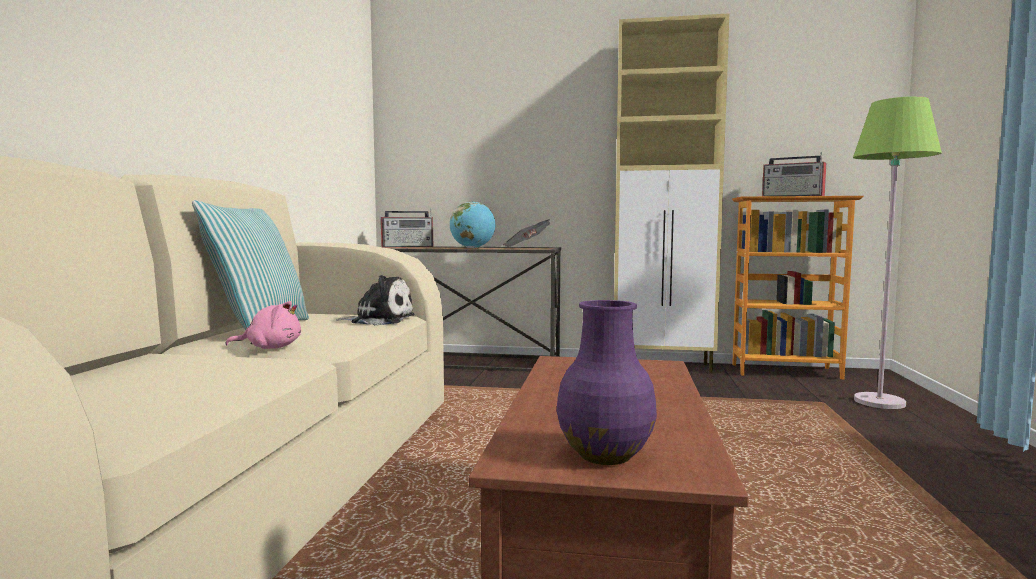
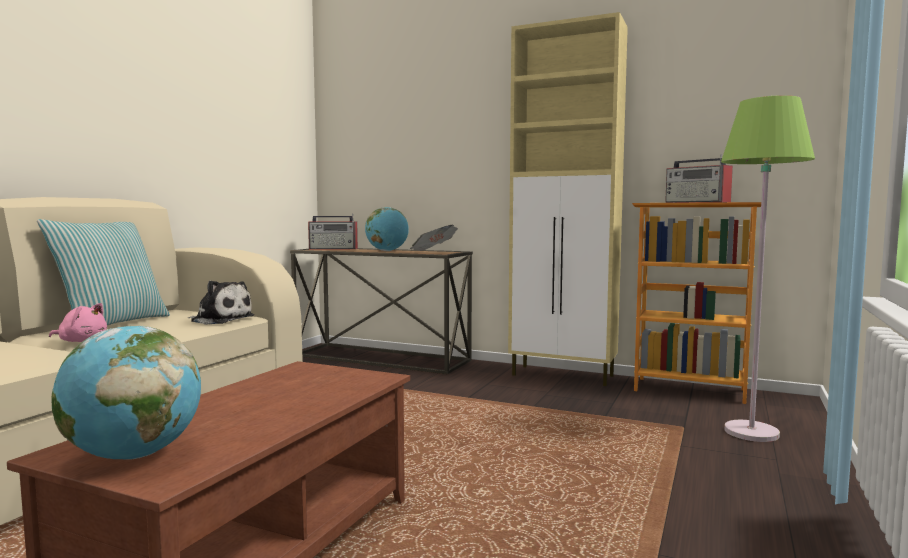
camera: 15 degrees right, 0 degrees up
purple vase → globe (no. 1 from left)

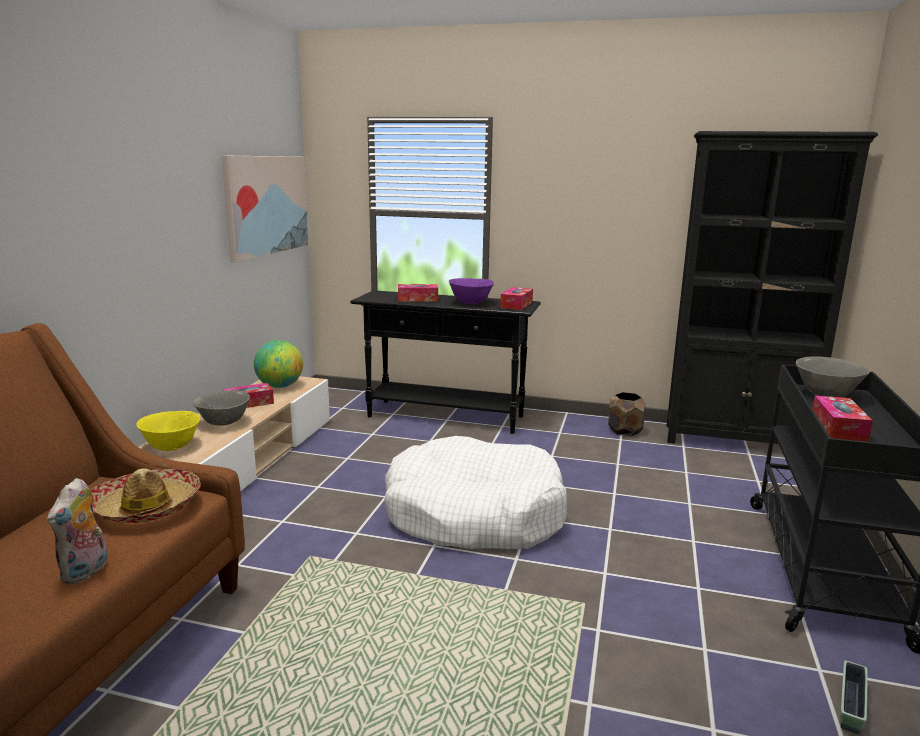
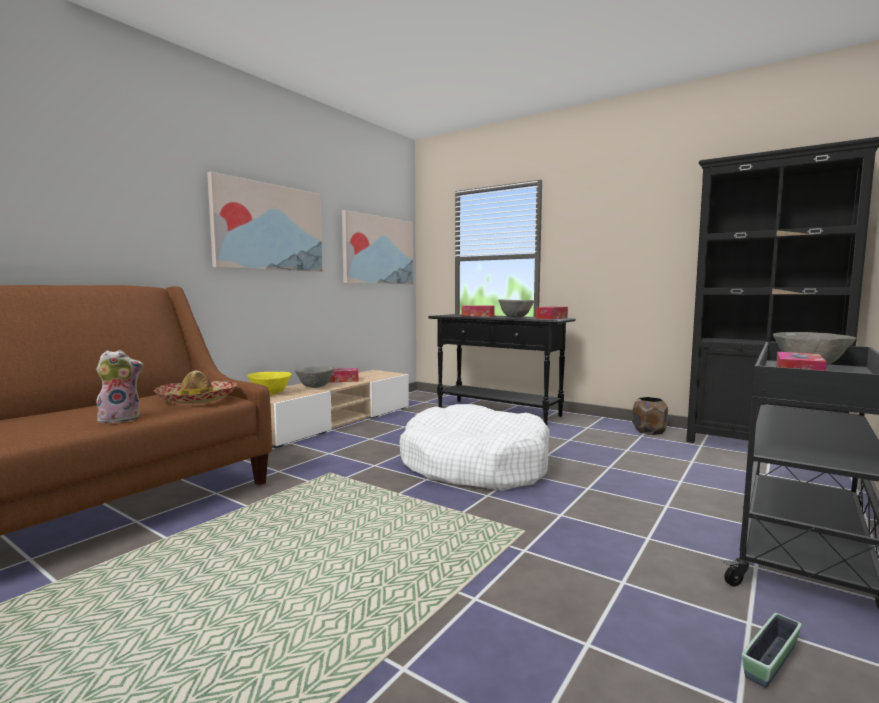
camera: 20 degrees right, 10 degrees down
plush toy, 150 degrees counterclockwise
- → picture (no. 1 from left)
purple bowl → grey bowl (no. 2 from left)
globe → -

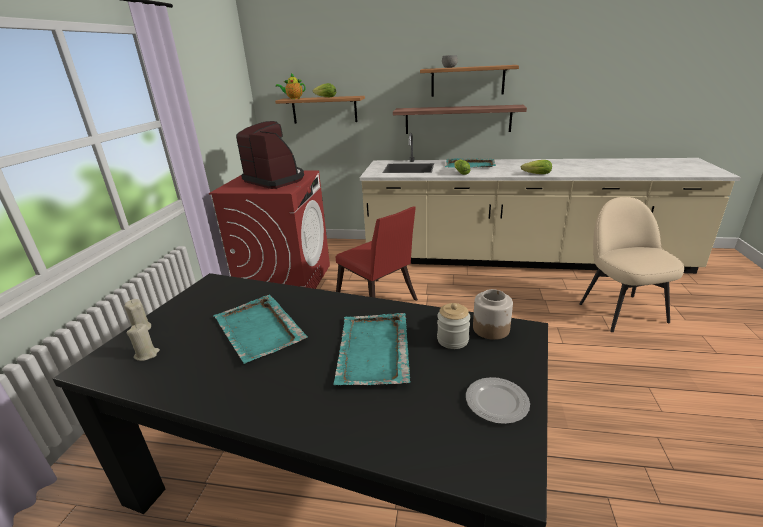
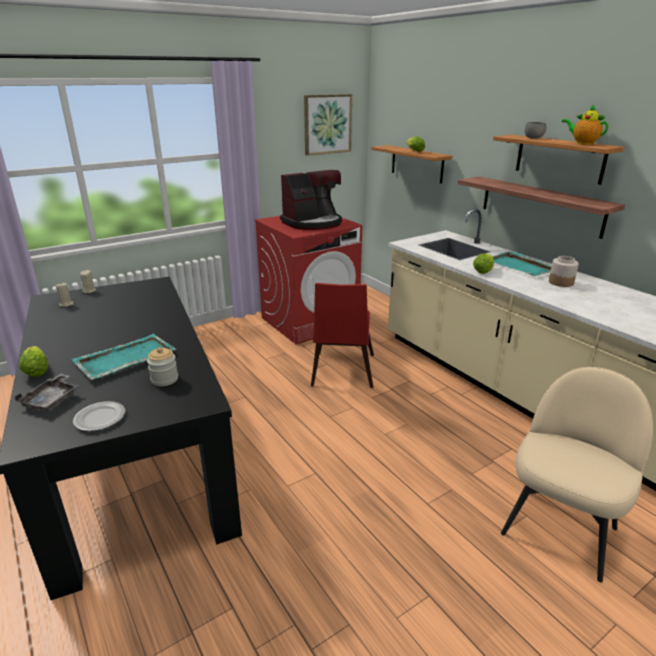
camera: 45 degrees right, 0 degrees up
- → grey tray
lettuce (no. 3 from left in the first image) → lettuce (no. 1 from left), relocated
coffee machine, 60 degrees clockwise
- → picture
jar (no. 2 from left), relocated
teapot, relocated
turquoise tray (no. 1 from left) → -

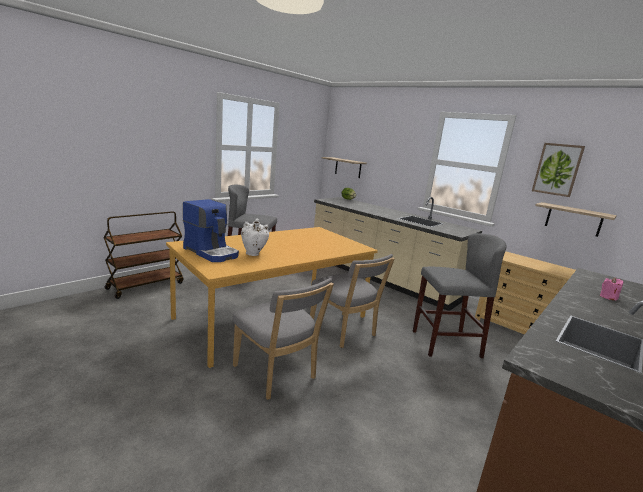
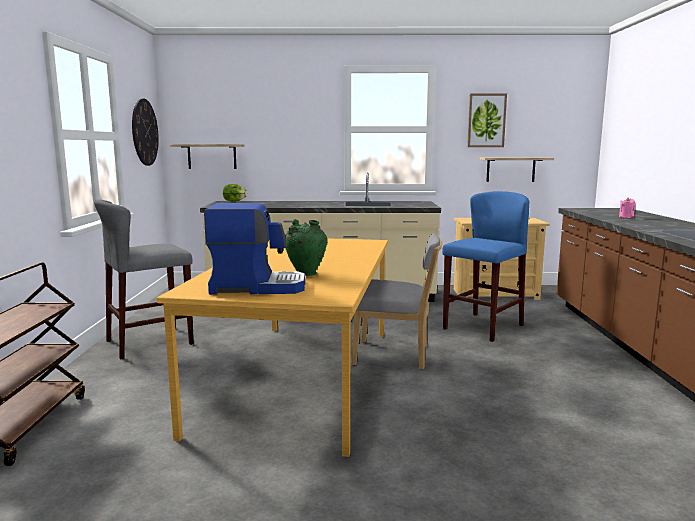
camera: 40 degrees left, 5 degrees down
- → wall clock
white vase → green vase
grey stool (no. 2 from left) → blue stool
grey chair (no. 1 from left) → -

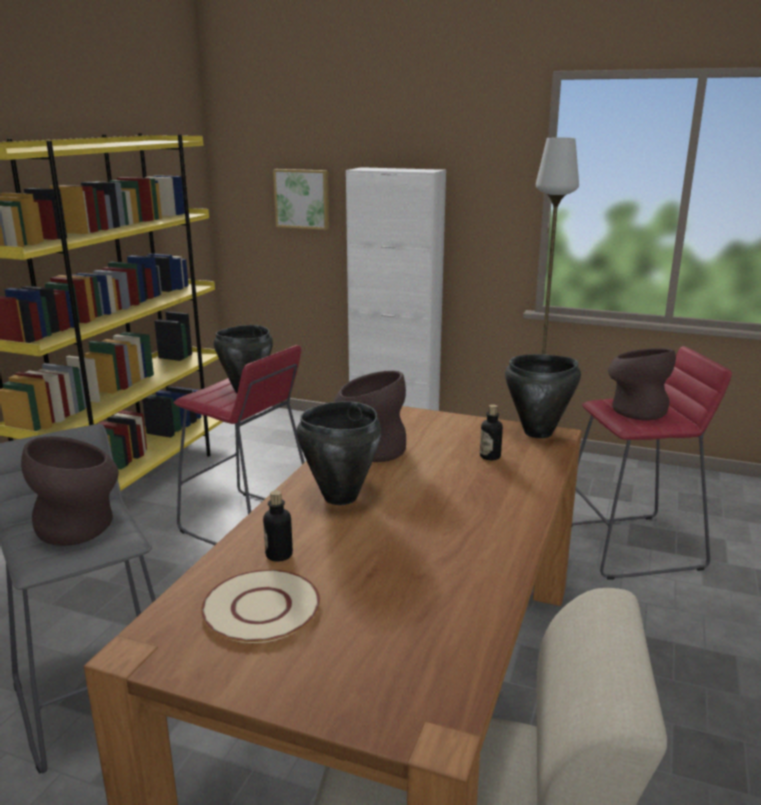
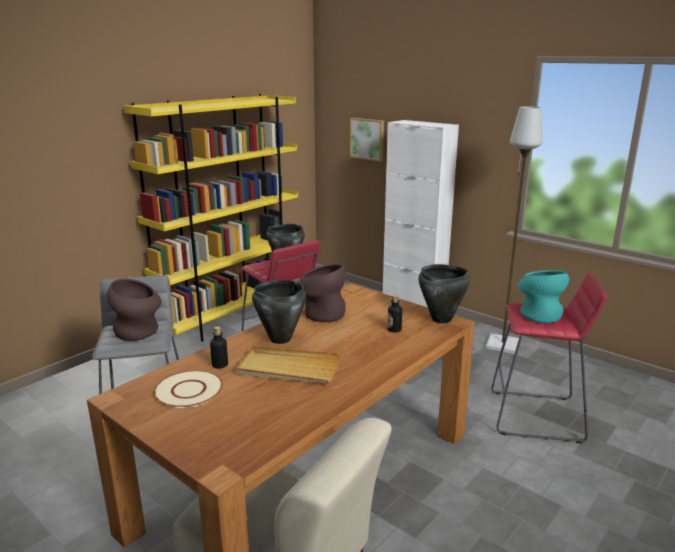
camera: 20 degrees right, 0 degrees up
- → beige tray
brown vase (no. 3 from left) → turquoise vase

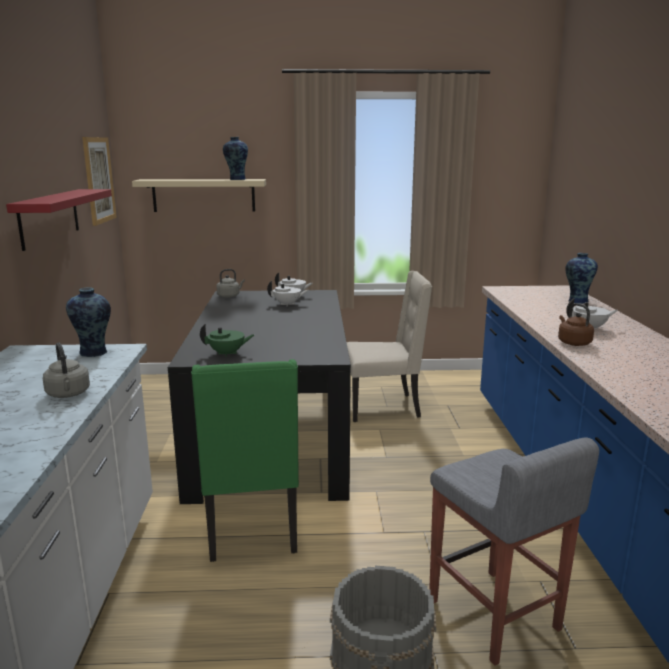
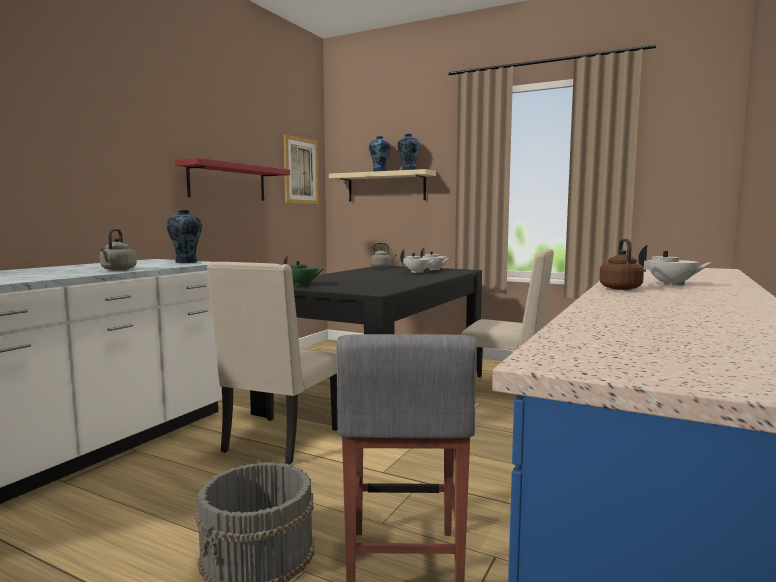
camera: 30 degrees right, 10 degrees down
green chair → beige chair (no. 1 from left)
vase (no. 3 from left in the first image) → vase (no. 2 from left), relocated

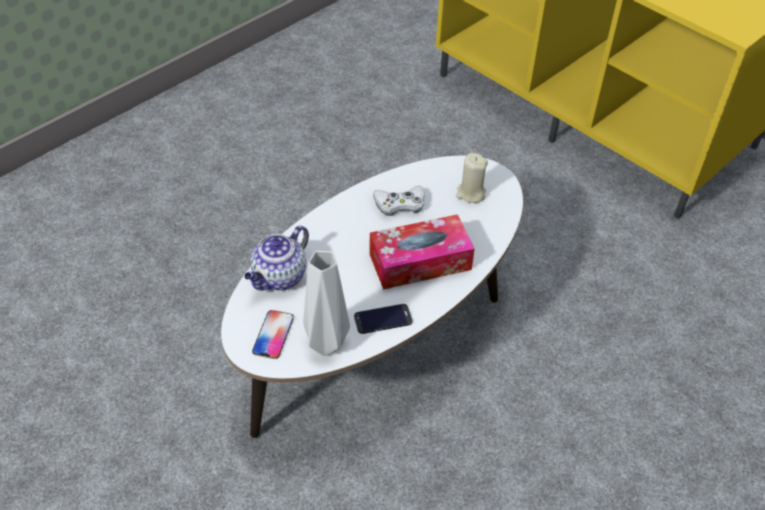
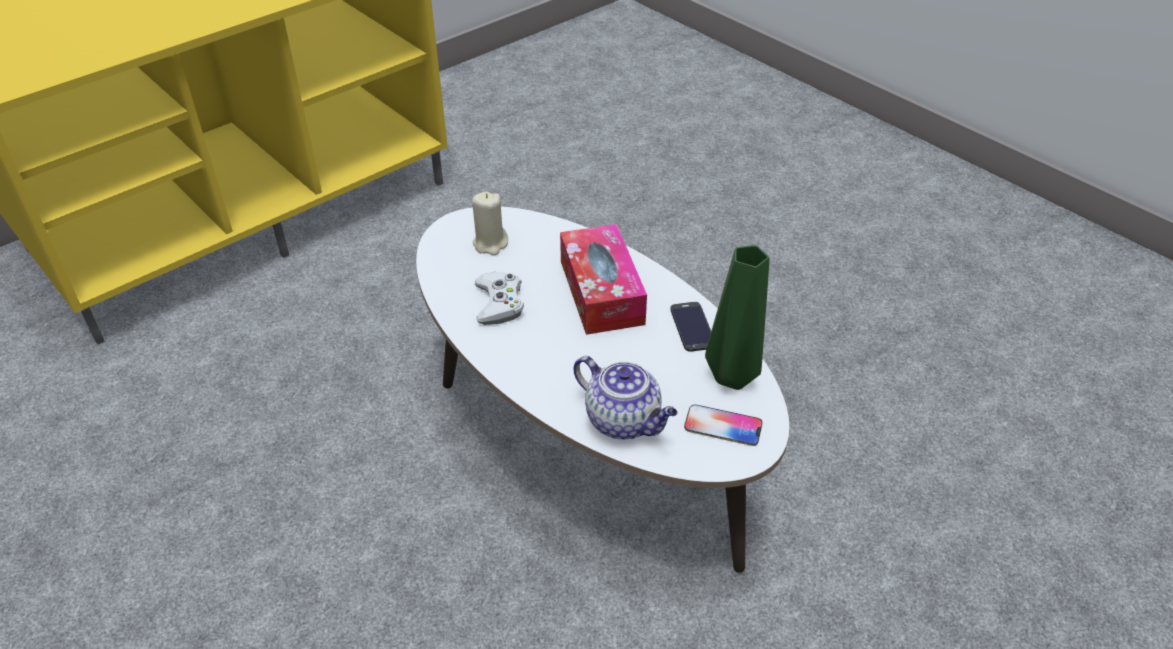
camera: 85 degrees left, 5 degrees down
grey vase → green vase

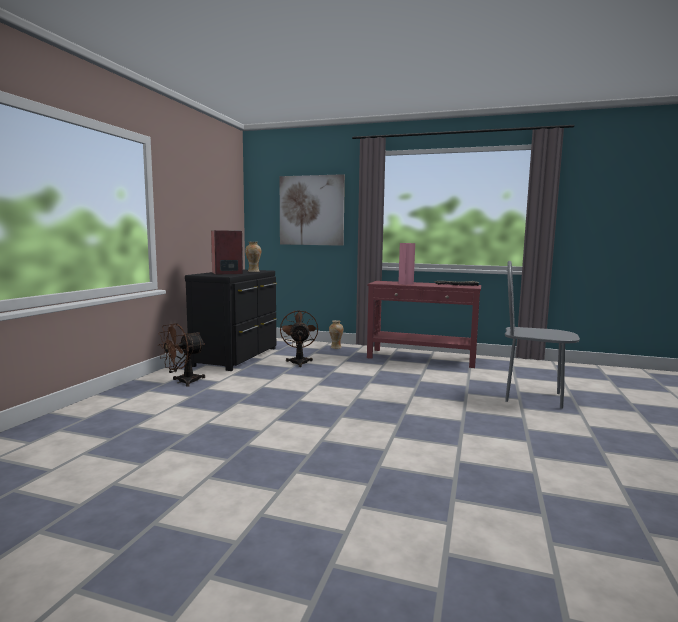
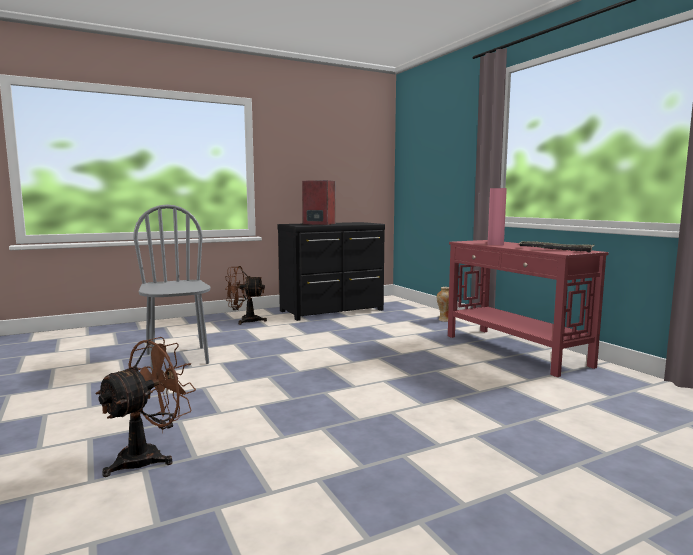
camera: 45 degrees right, 0 degrees up
brown fan (no. 2 from left in the first image) → brown fan (no. 1 from left), relocated
grey chair, relocated
vase (no. 1 from left) → -
picture → -

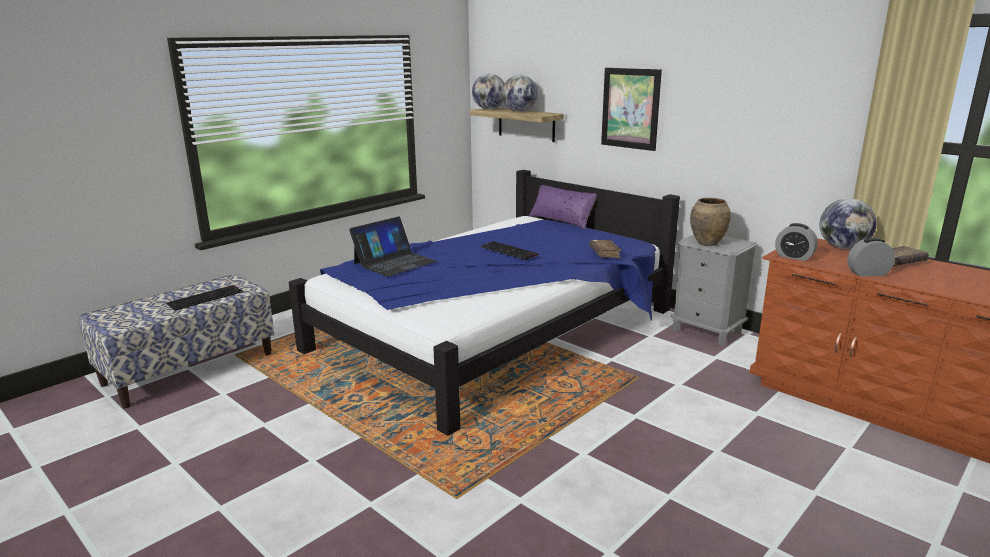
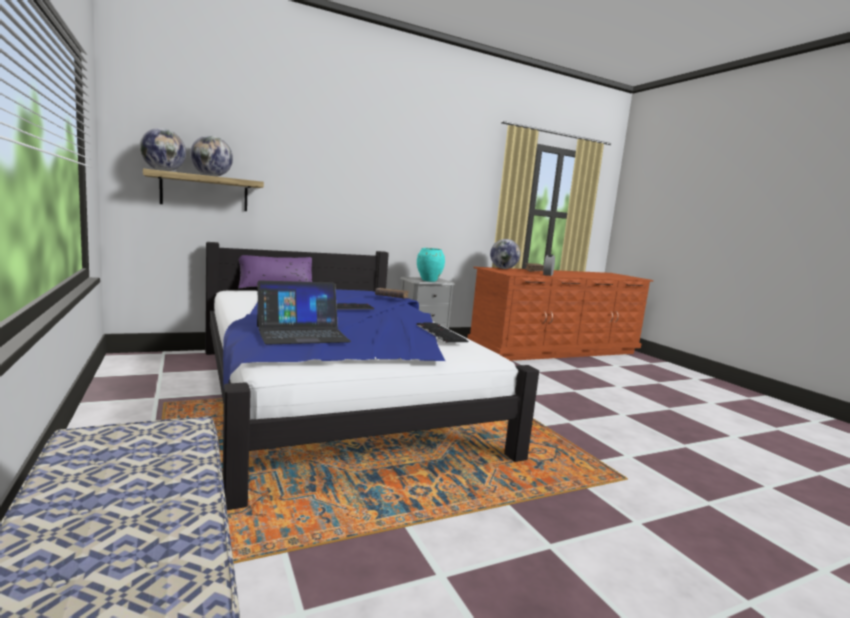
camera: 70 degrees left, 10 degrees down
laptop, 90 degrees clockwise
brown vase → turquoise vase
keyboard (no. 1 from left in the first image) → keyboard (no. 2 from left), relocated
picture → -
alarm clock (no. 1 from left) → -

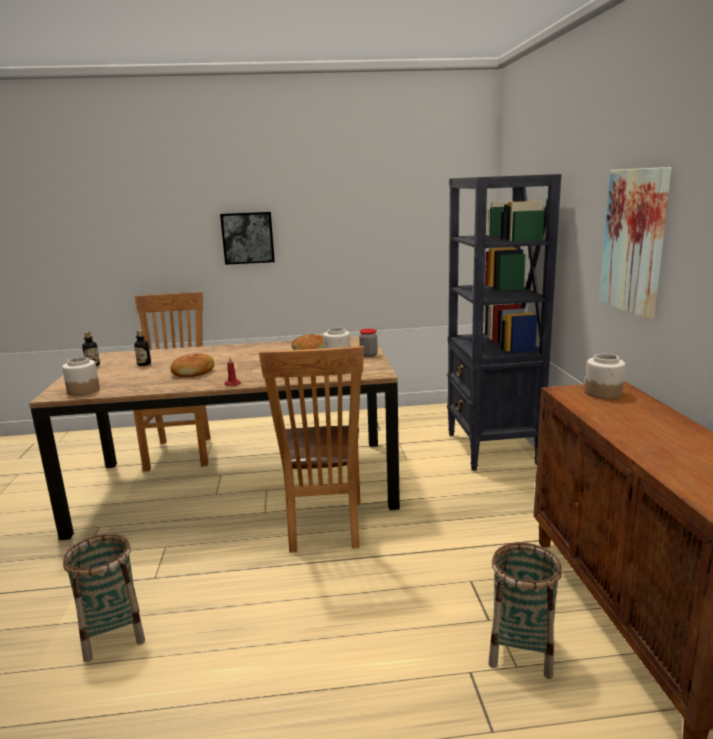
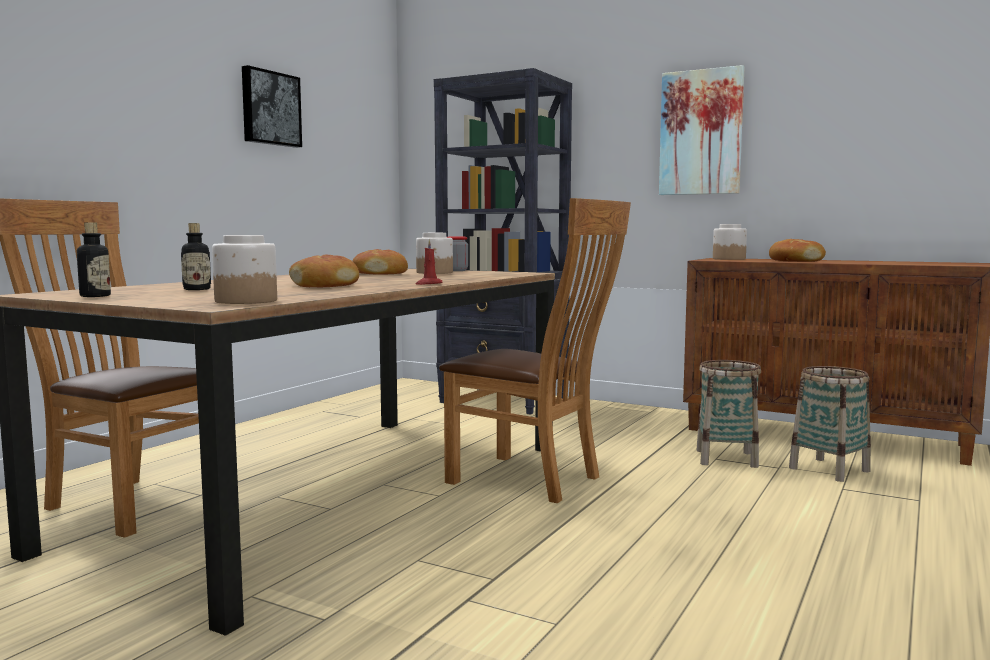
camera: 55 degrees left, 10 degrees down
picture (no. 1 from left), relocated
basket (no. 1 from left), relocated
- → bread (no. 3 from left)

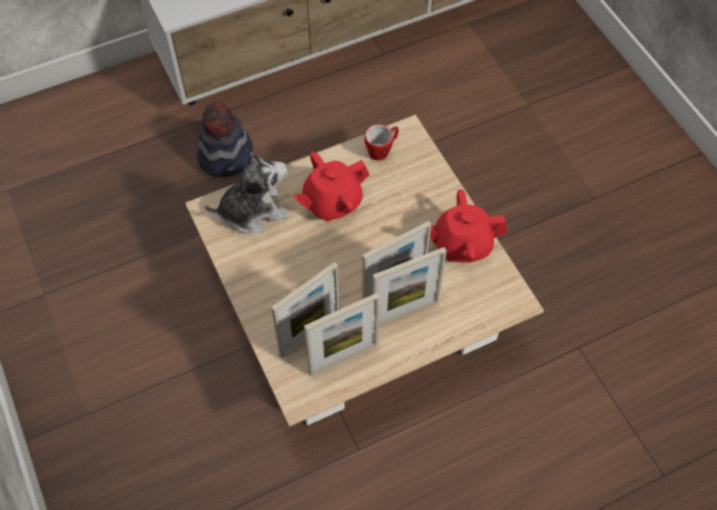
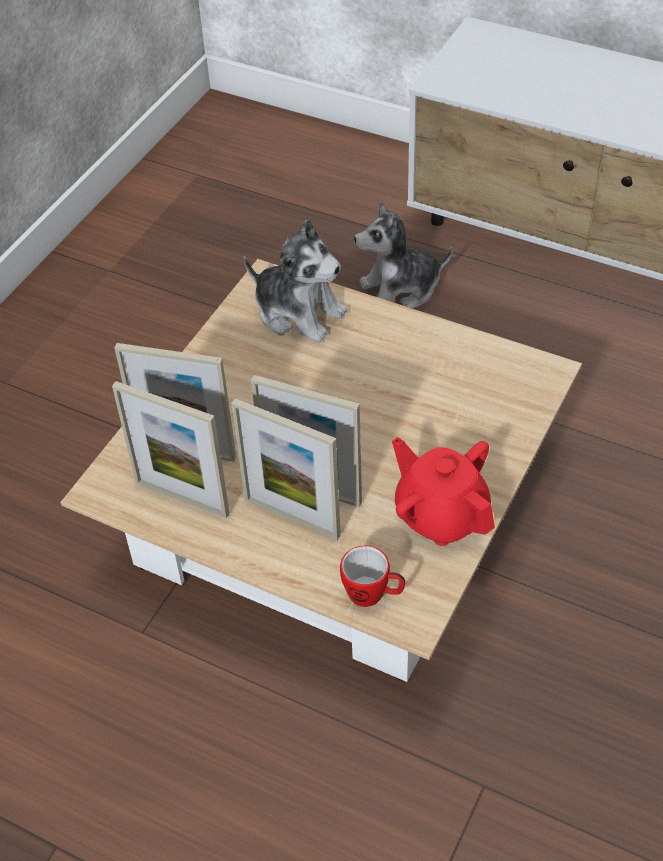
camera: 55 degrees right, 10 degrees down
mug, relocated
hat → plush toy (no. 2 from left)
red teapot (no. 1 from left) → -

